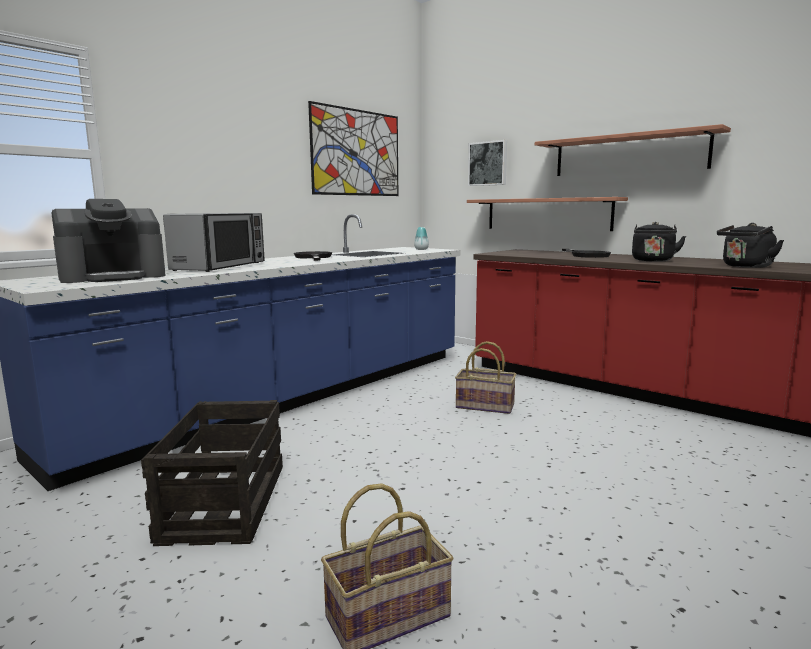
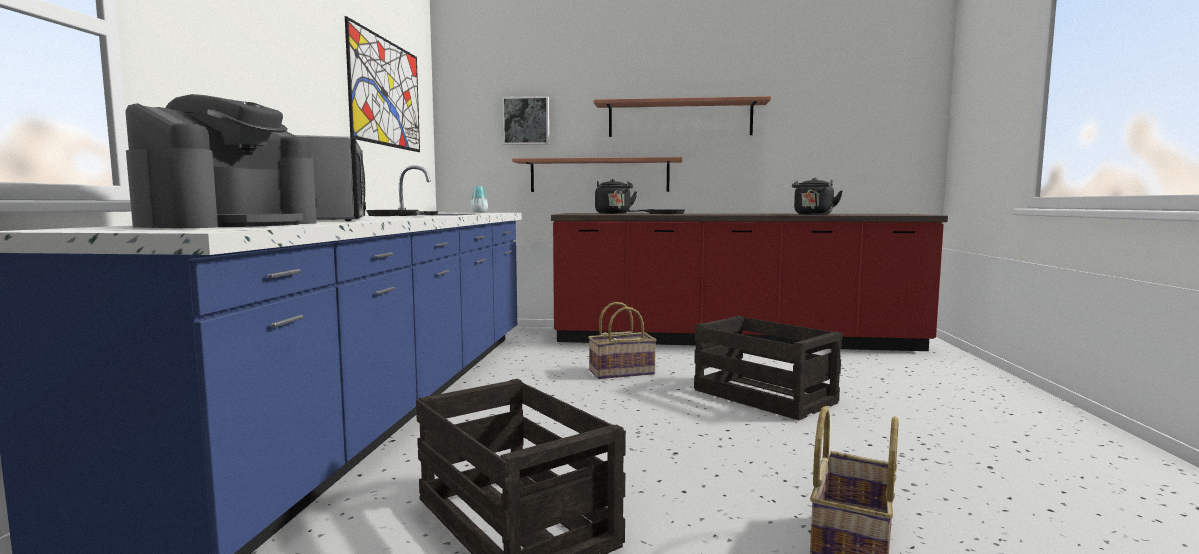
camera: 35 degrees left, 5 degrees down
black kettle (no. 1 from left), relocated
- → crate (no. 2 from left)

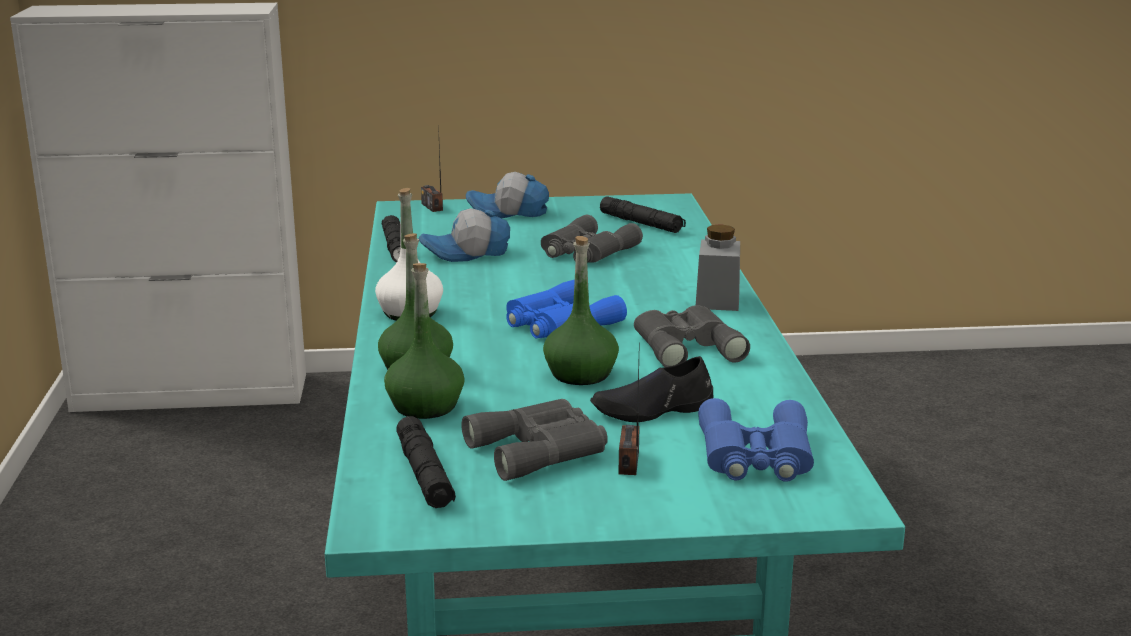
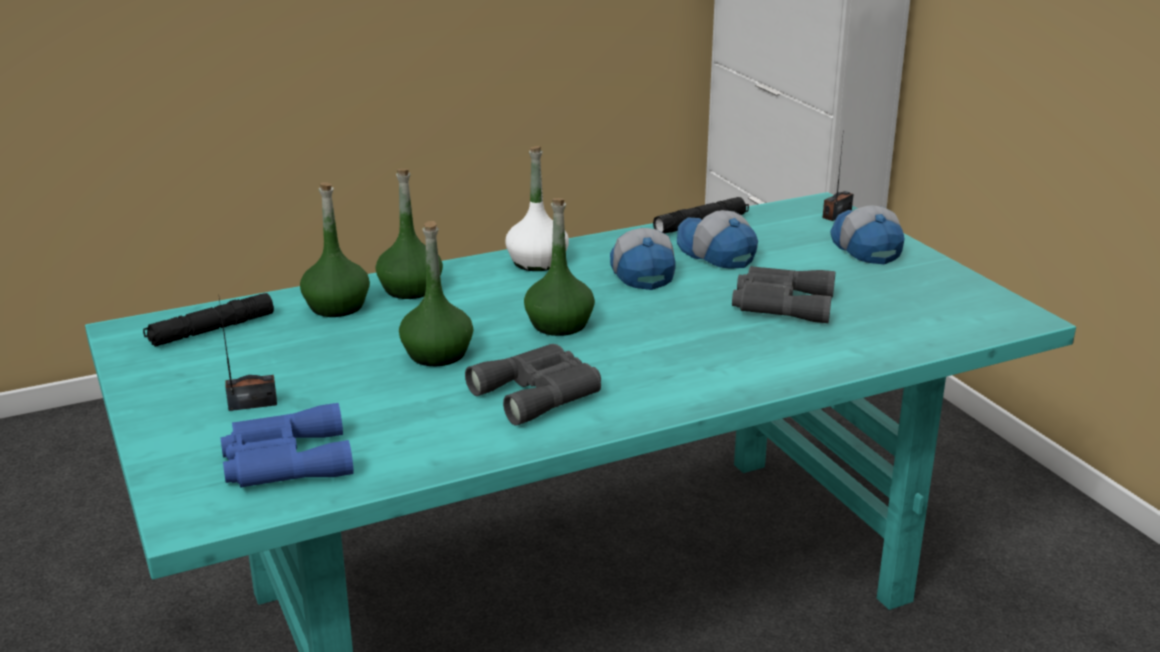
camera: 70 degrees right, 5 degrees up
blue binoculars (no. 1 from left) → green bottle (no. 4 from left)
- → cap (no. 1 from left)
grey binoculars (no. 1 from left) → -
black shoe → -
black flashlight (no. 3 from left) → -
grey jar → -

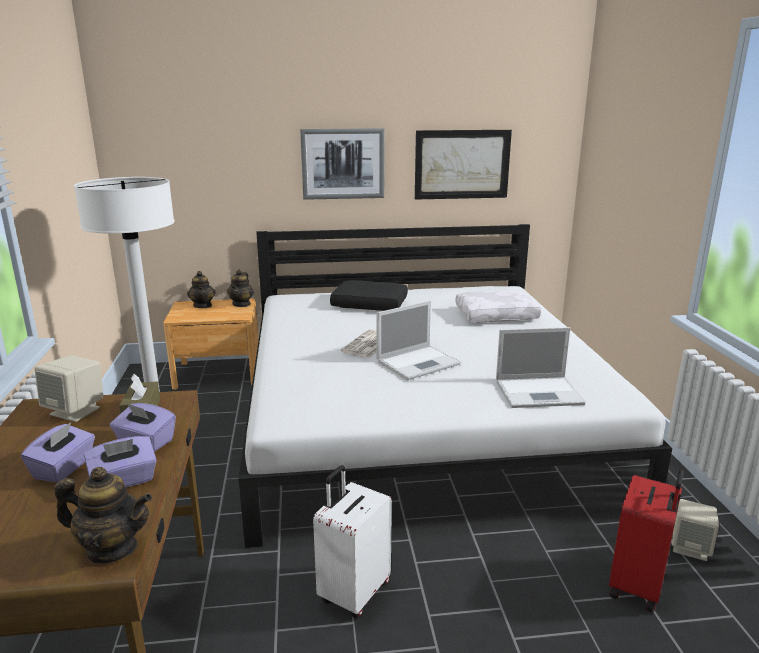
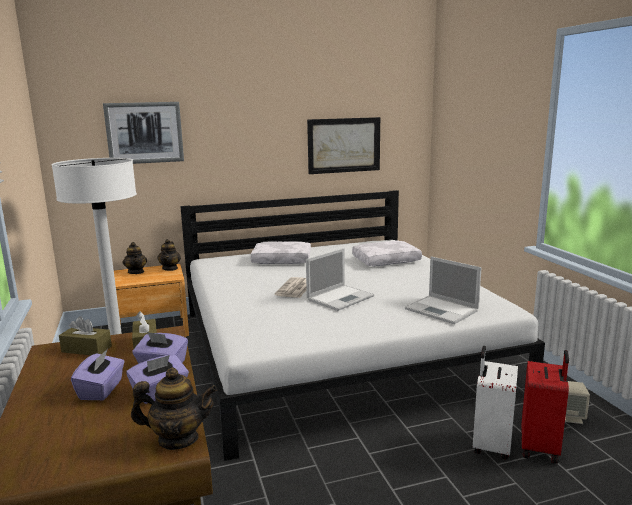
camera: 10 degrees left, 5 degrees down
beige speaker (no. 1 from left) → brown tissue box (no. 1 from left)
picture (no. 1 from left), relocated
black pillow → white pillow (no. 1 from left)
laptop (no. 2 from left), 60 degrees clockwise
white suitcase, relocated

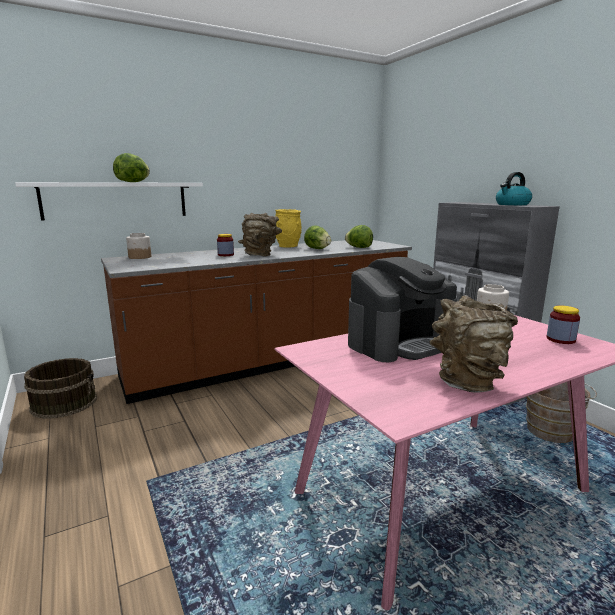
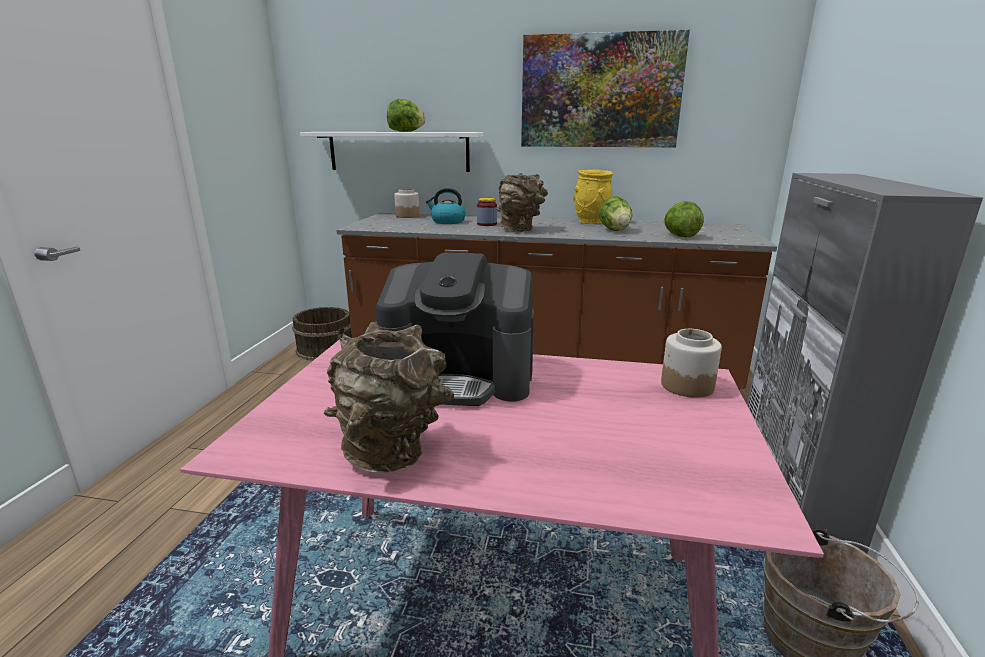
camera: 40 degrees right, 5 degrees up
kettle, relocated
- → picture
jar (no. 4 from left) → -

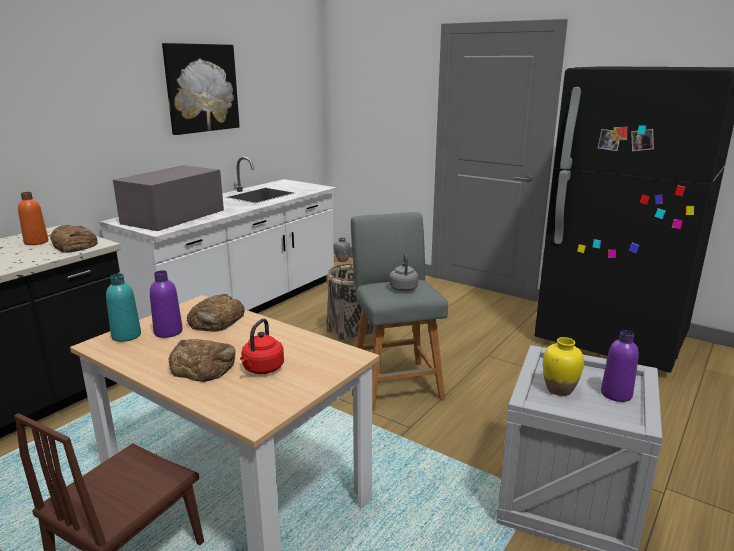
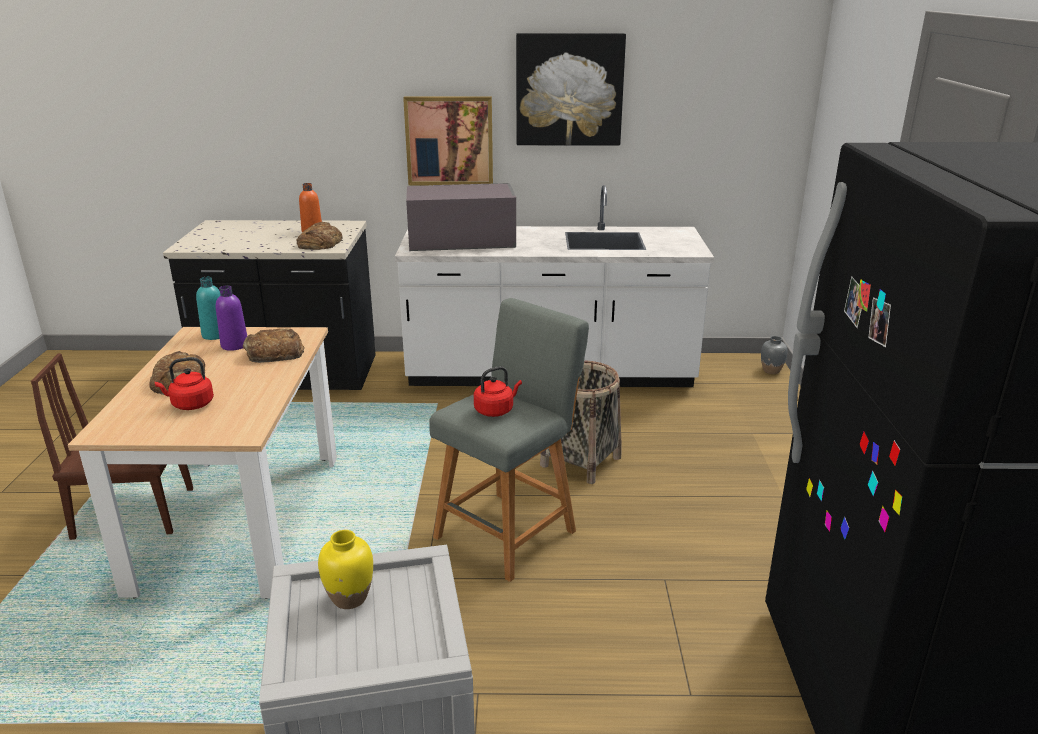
camera: 55 degrees right, 5 degrees up
- → picture (no. 1 from left)
grey kettle → red kettle (no. 2 from left)
purple bottle (no. 2 from left) → -

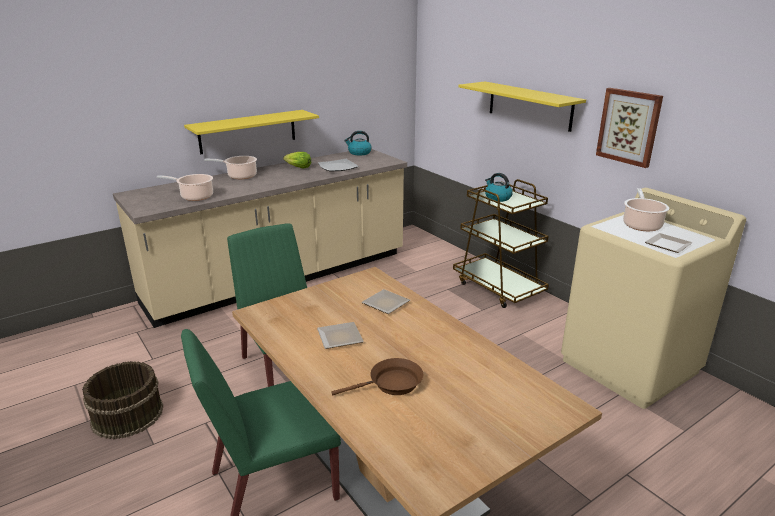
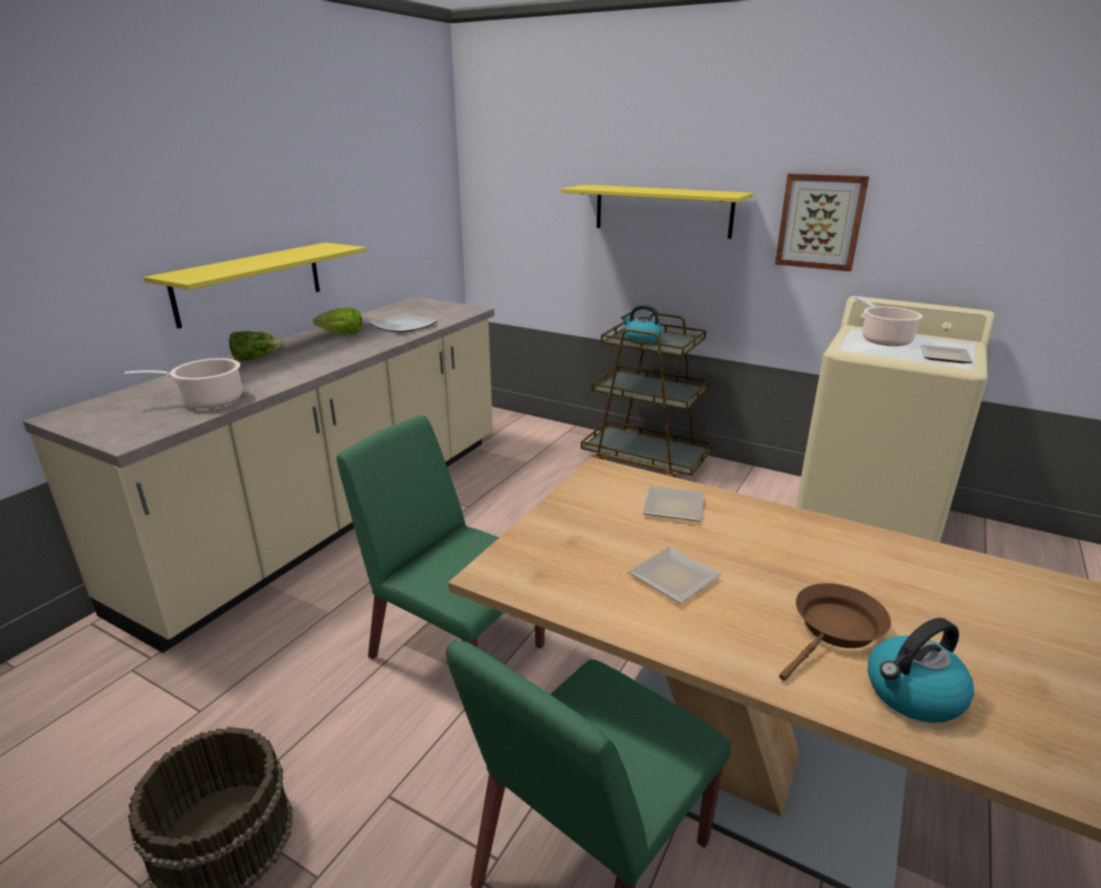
camera: 25 degrees left, 0 degrees up
cooking pot (no. 2 from left) → lettuce (no. 1 from left)
kettle (no. 1 from left in the first image) → kettle (no. 2 from left), relocated

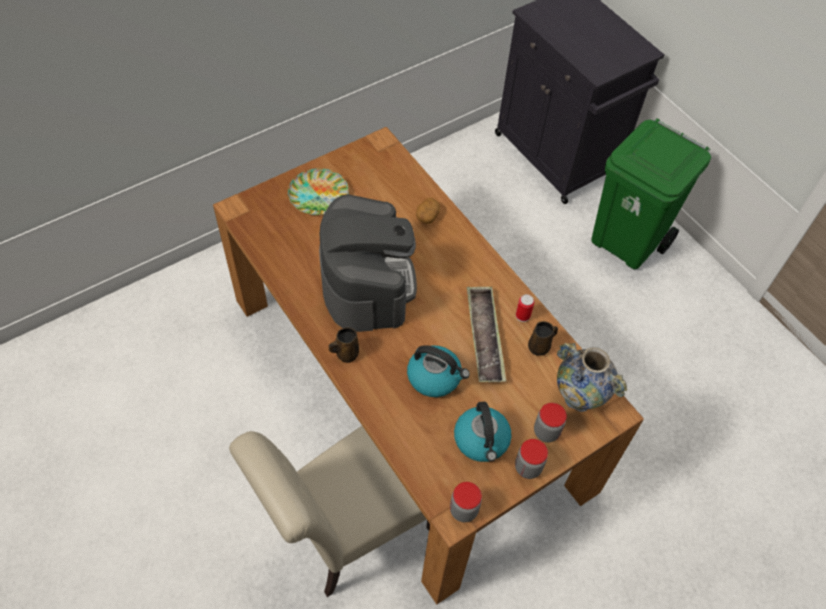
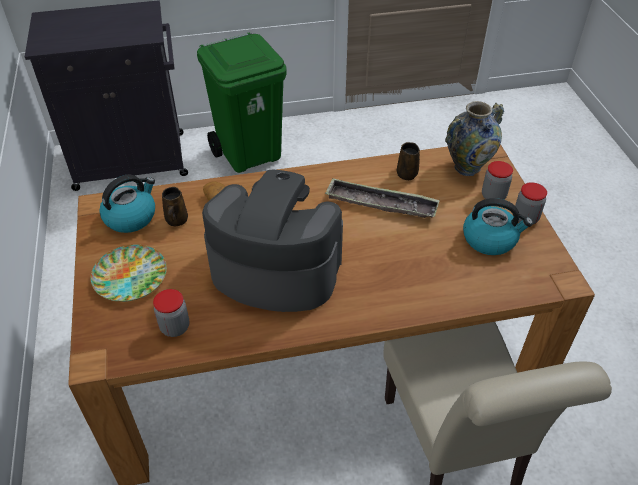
camera: 65 degrees left, 10 degrees down
kettle (no. 1 from left), relocated
jar (no. 1 from left), relocated
brown mug (no. 1 from left), relocated
can → -

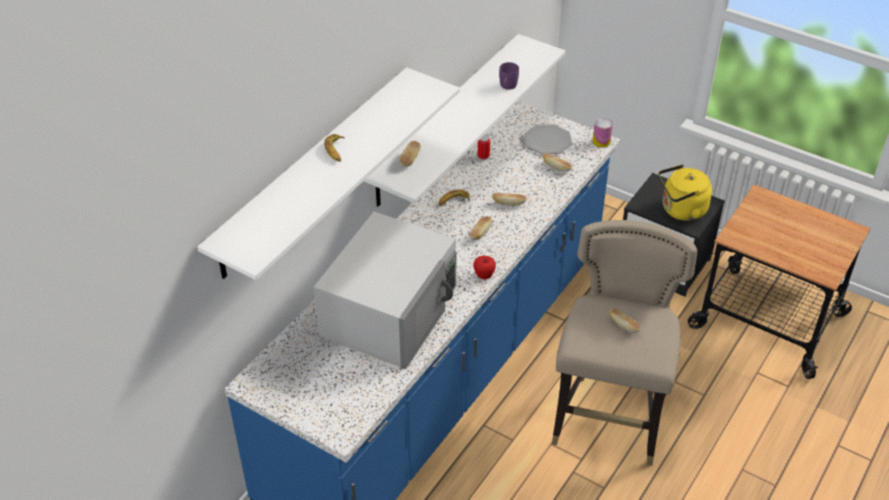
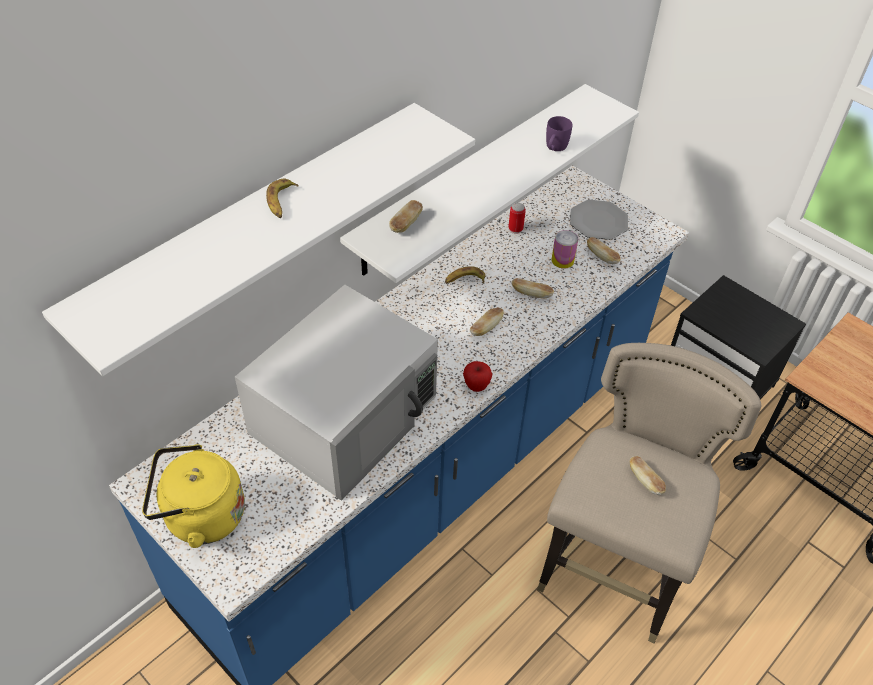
camera: 10 degrees right, 5 degrees up
yellow kettle, relocated
can (no. 2 from left), relocated

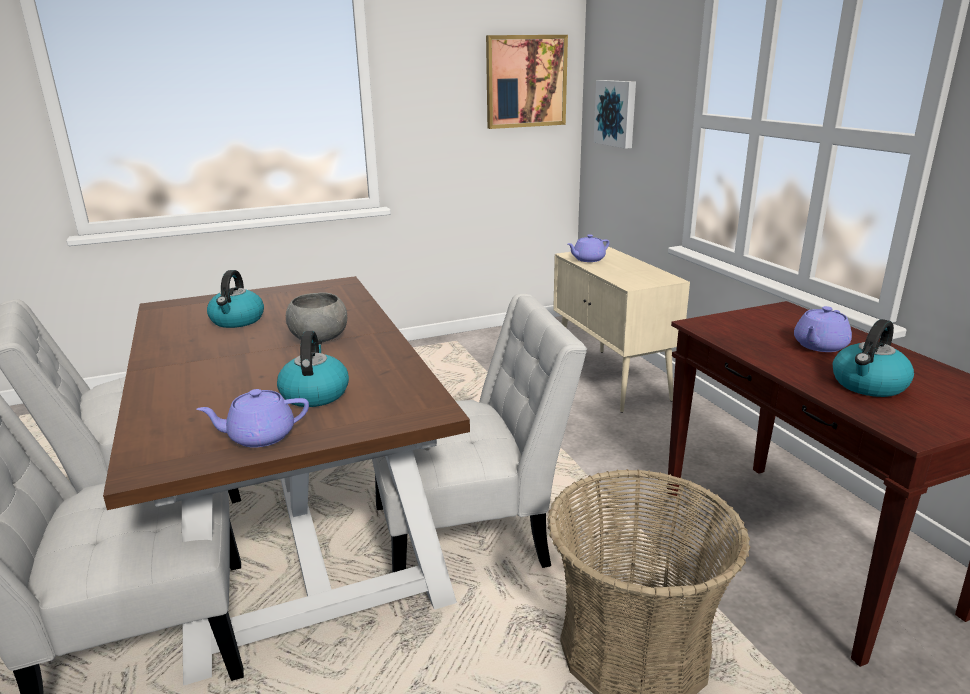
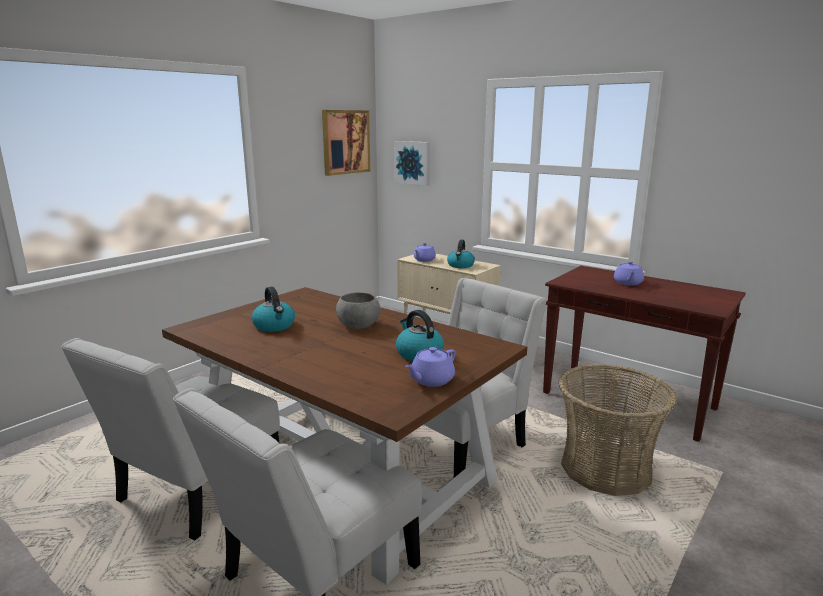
camera: 30 degrees left, 5 degrees down
kettle (no. 3 from left), relocated

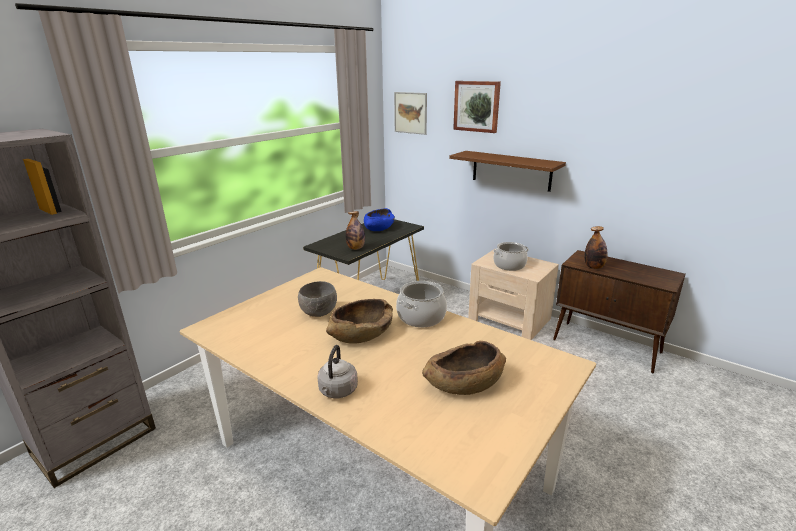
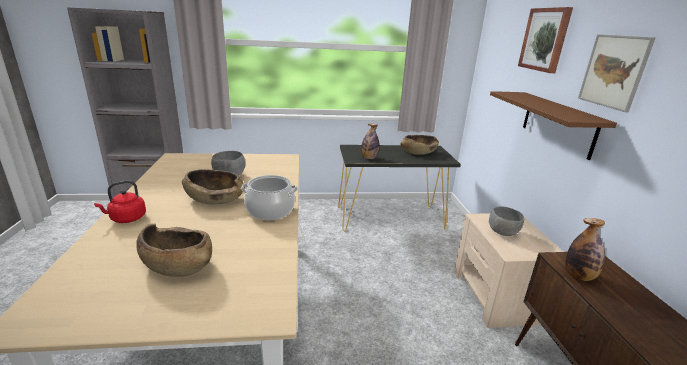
camera: 45 degrees right, 0 degrees up
grey kettle → red kettle
blue bowl → brown bowl (no. 3 from left)
cooking pot (no. 2 from left) → grey bowl (no. 2 from left)
picture (no. 1 from left in the first image) → picture (no. 2 from left), relocated

